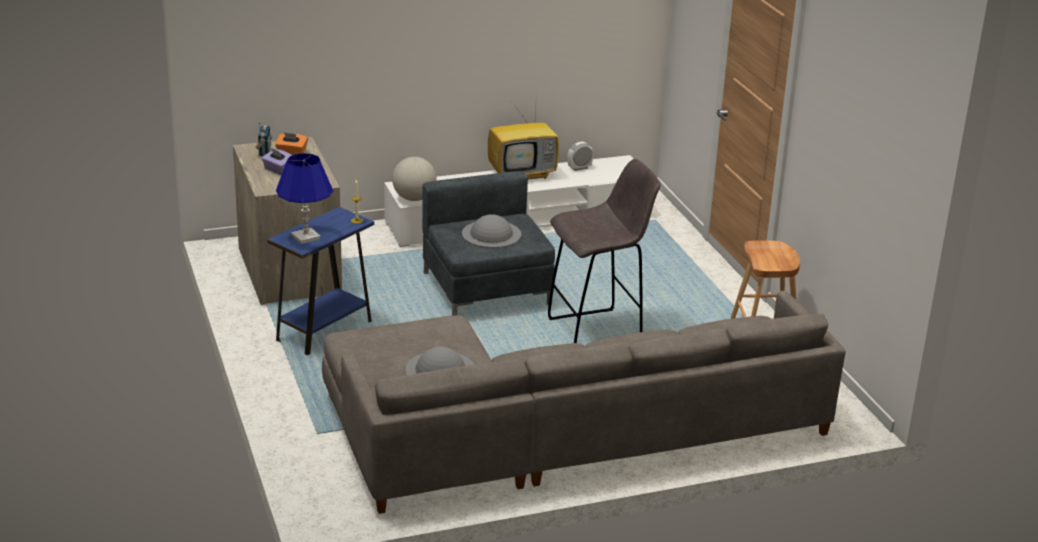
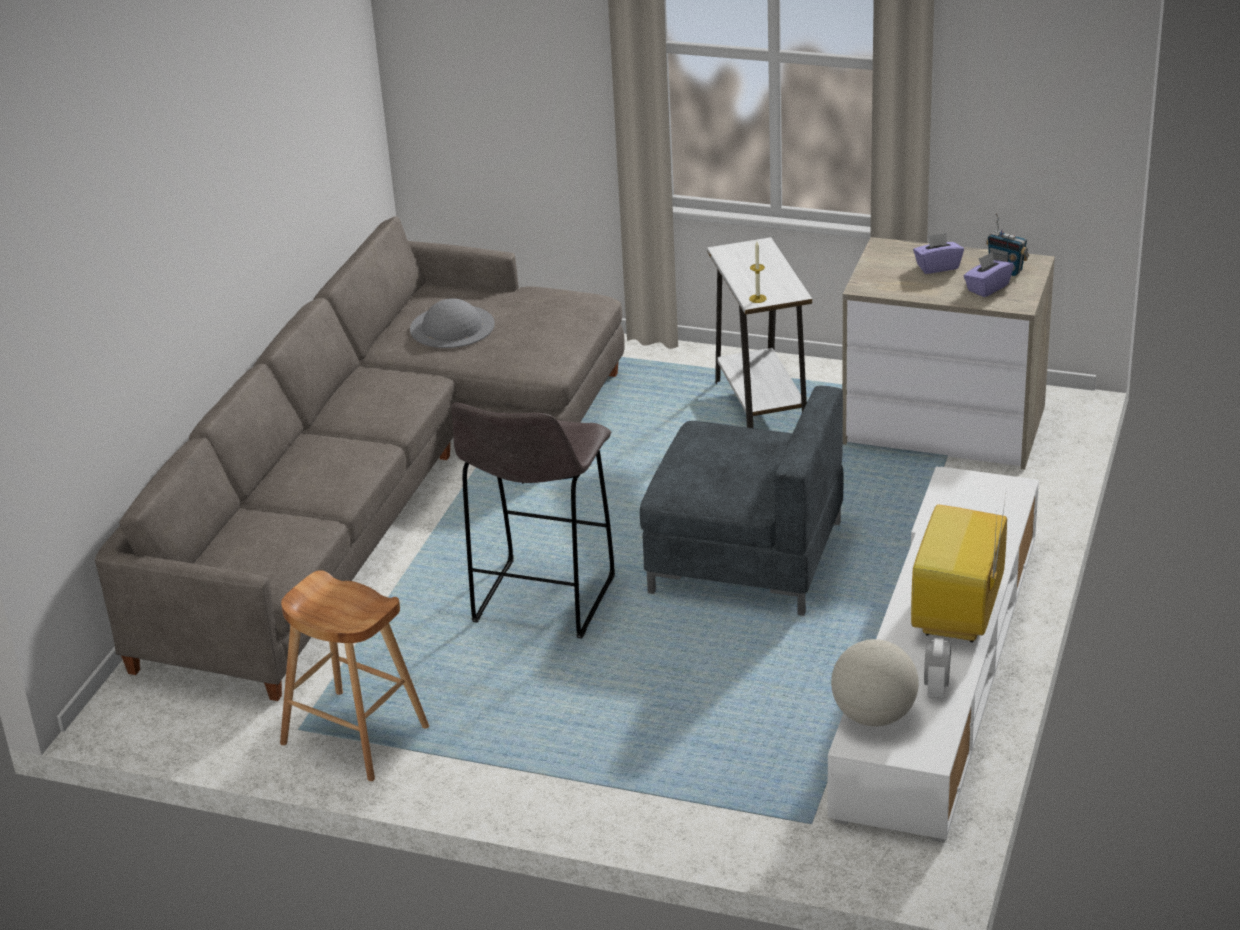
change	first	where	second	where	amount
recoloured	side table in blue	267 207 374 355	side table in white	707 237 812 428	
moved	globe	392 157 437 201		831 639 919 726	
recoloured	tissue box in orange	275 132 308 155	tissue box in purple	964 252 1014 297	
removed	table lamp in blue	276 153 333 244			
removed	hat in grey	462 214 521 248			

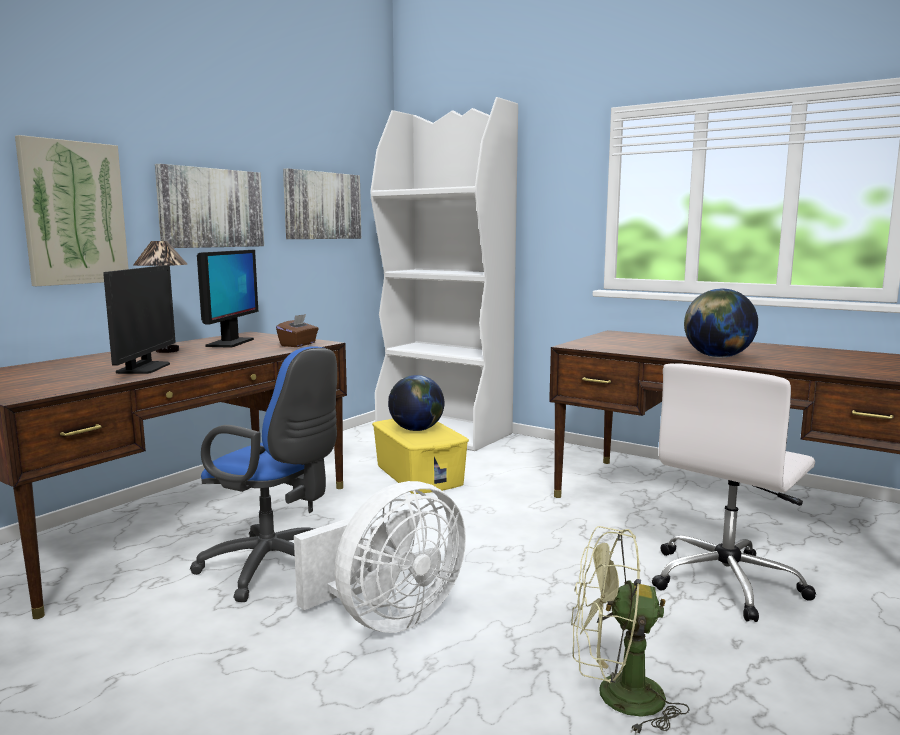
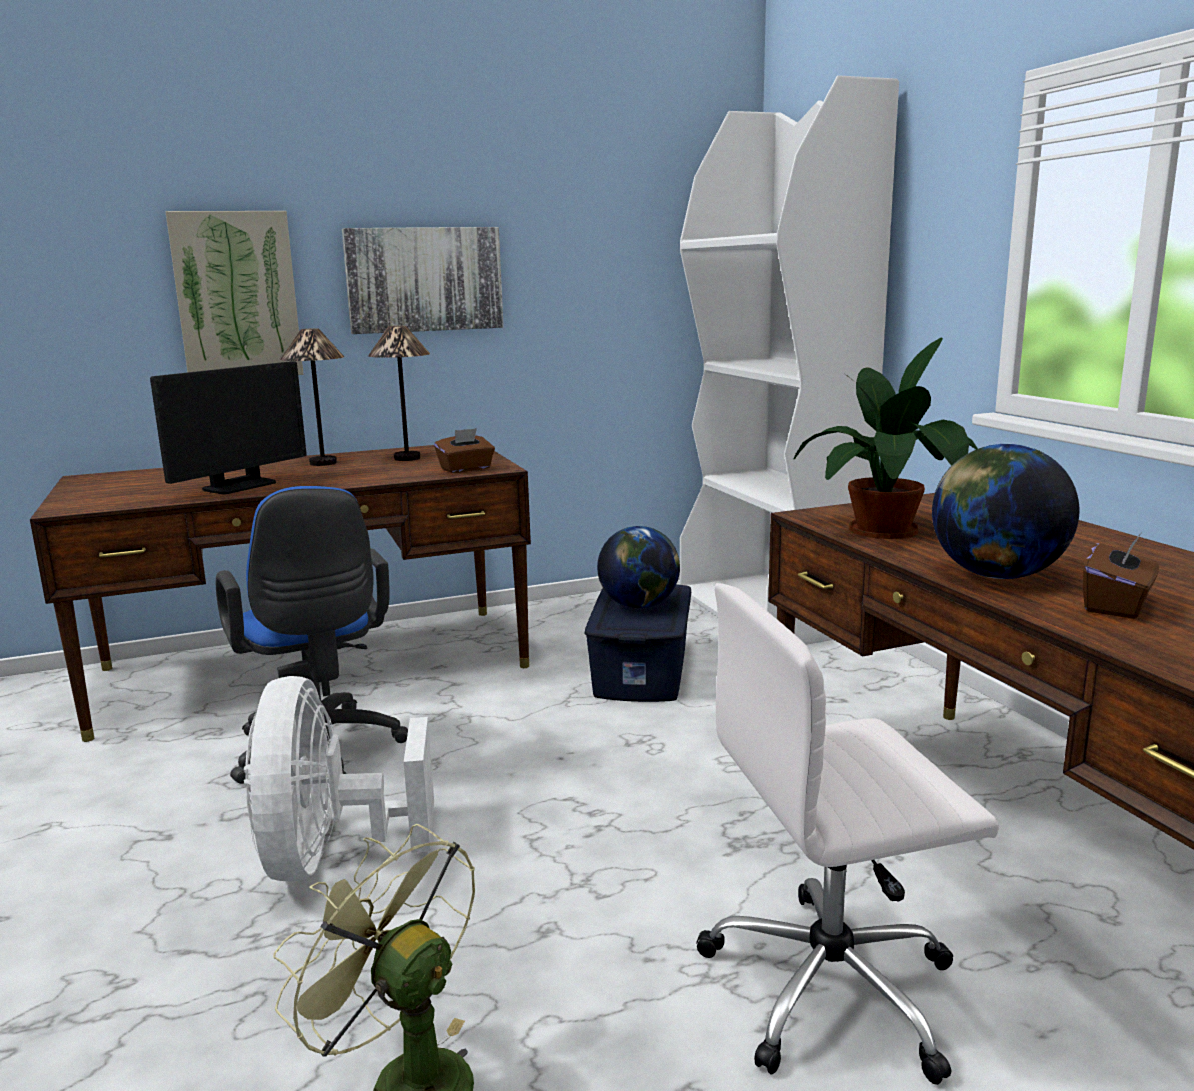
change	first	where	second	where	amount
turned	fan in white	294 481 466 633		244 676 434 882	90 degrees clockwise
replaced	monitor	197 250 258 348	table lamp	368 326 430 461	
recoloured	storage box in yellow	372 418 469 494	storage box in blue	584 584 691 702	
added			potted plant	793 338 978 539	
added			tissue box in brown	1083 534 1159 619	
removed	picture	283 168 361 239			

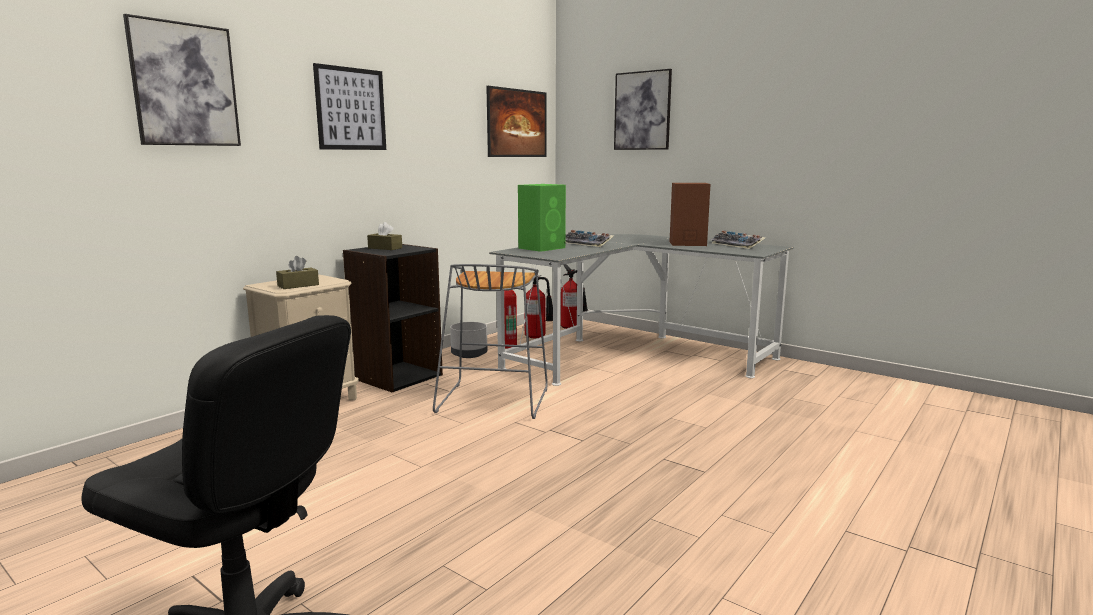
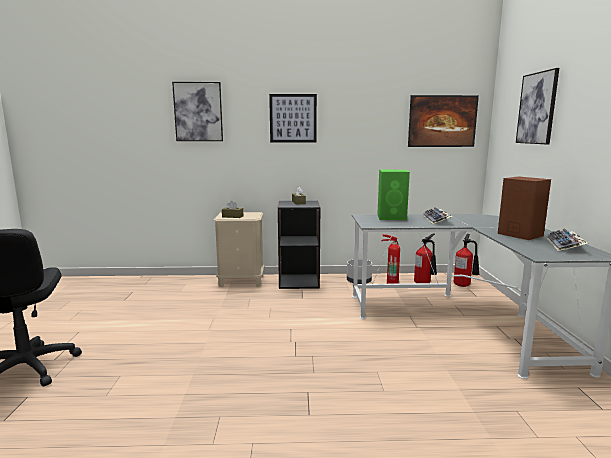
change	first	where	second	where	amount
removed	stool in grey	433 264 548 419			

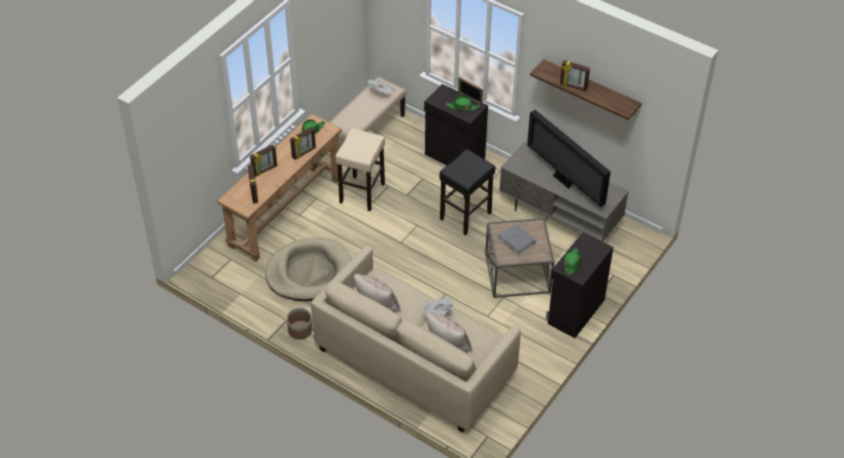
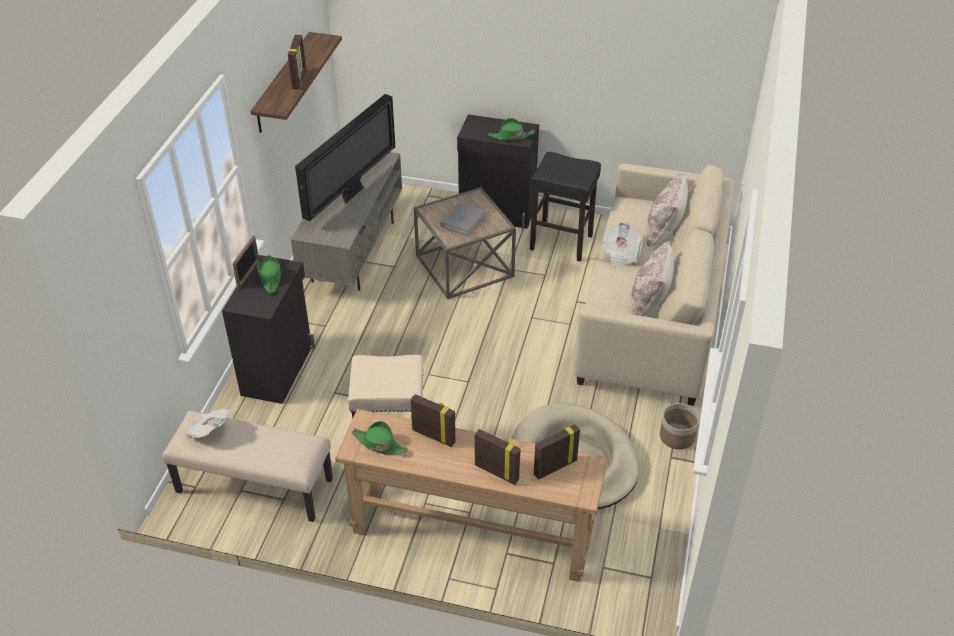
change	first	where	second	where	amount
moved	stool in black	439 149 495 236		530 152 601 262	

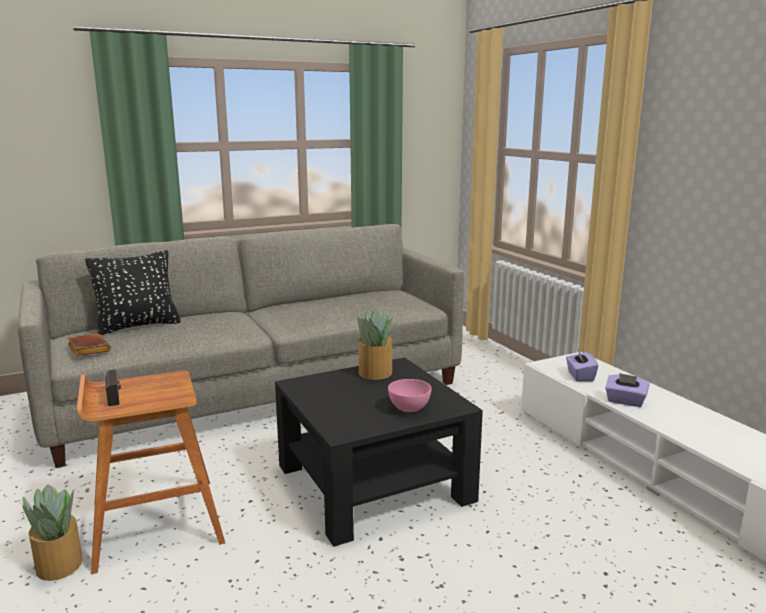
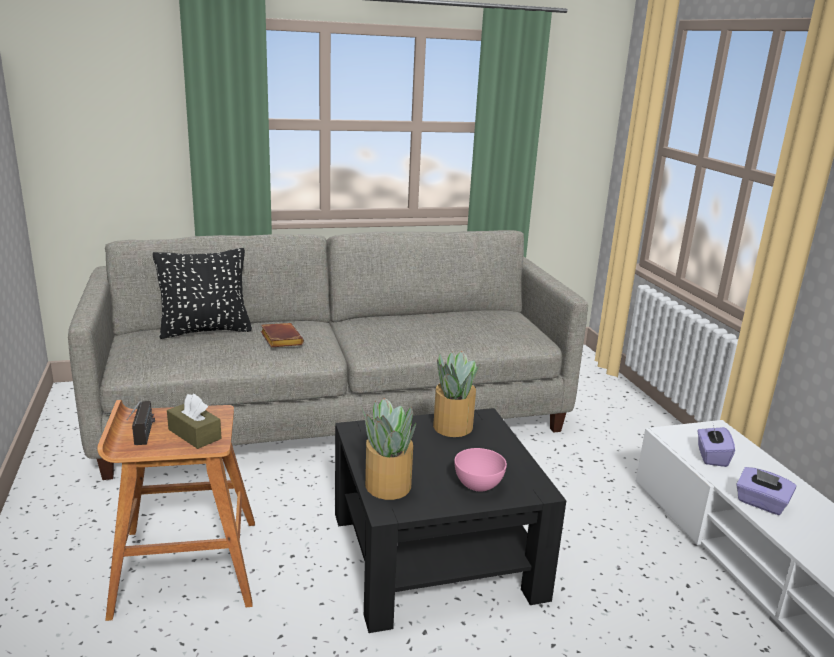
change	first	where	second	where	amount
added			tissue box in brown	167 394 221 449	
moved	book in brown	67 333 111 356		261 323 304 347	
moved	potted plant	22 485 83 581		362 398 416 500	

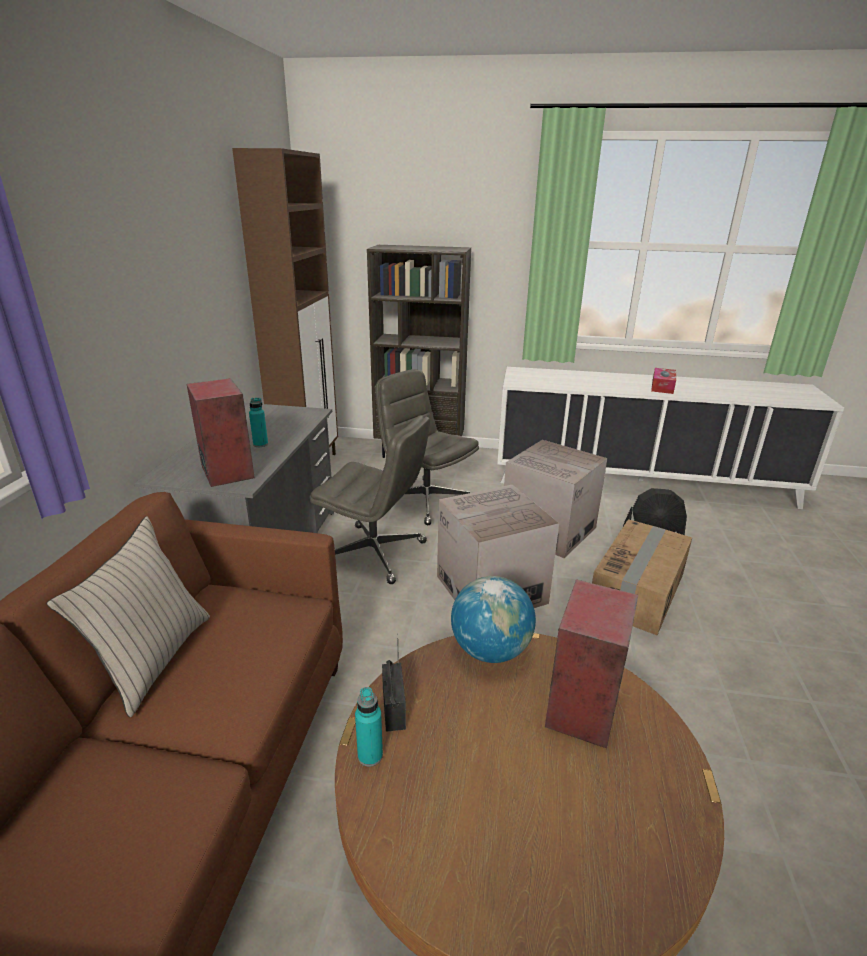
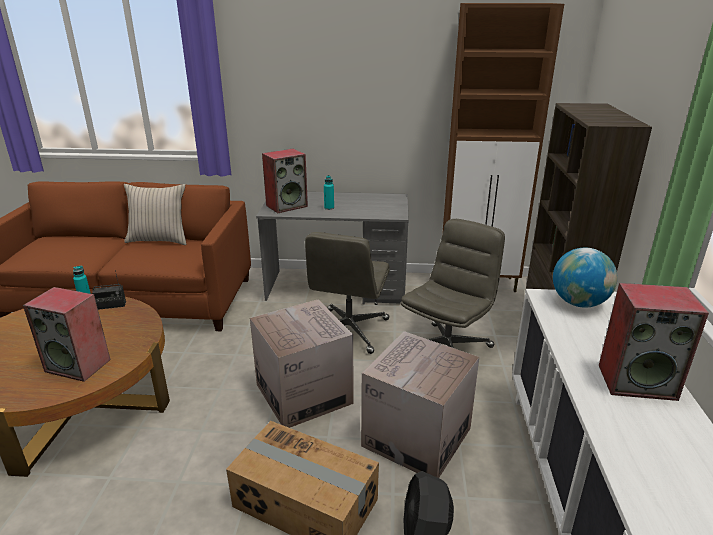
change	first	where	second	where	amount
moved	globe	451 576 536 663		553 248 617 307	
added			speaker	599 283 709 401	
removed	tissue box	651 368 676 394			

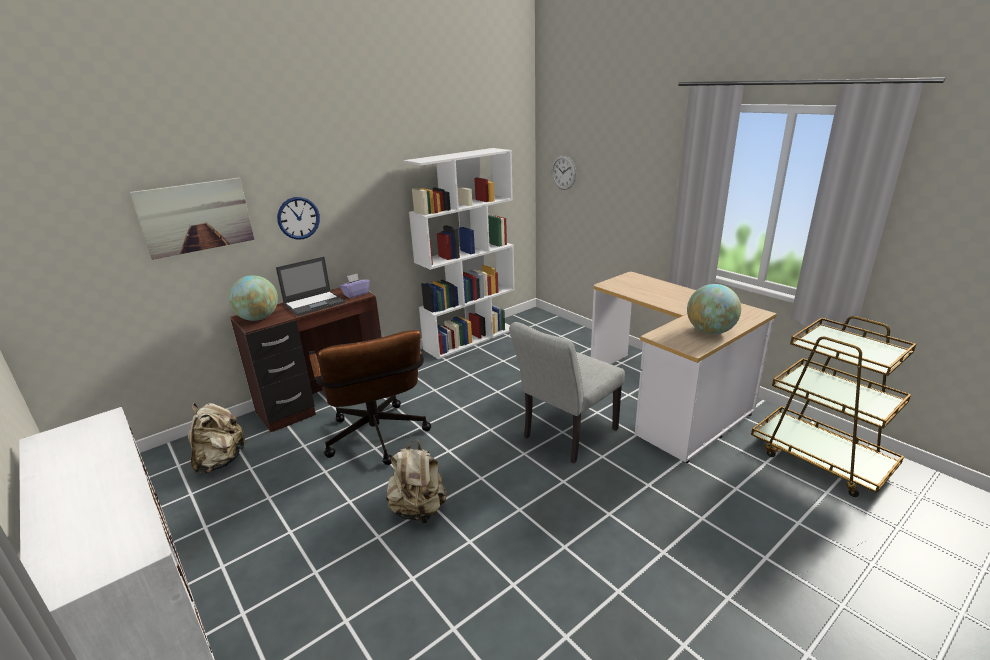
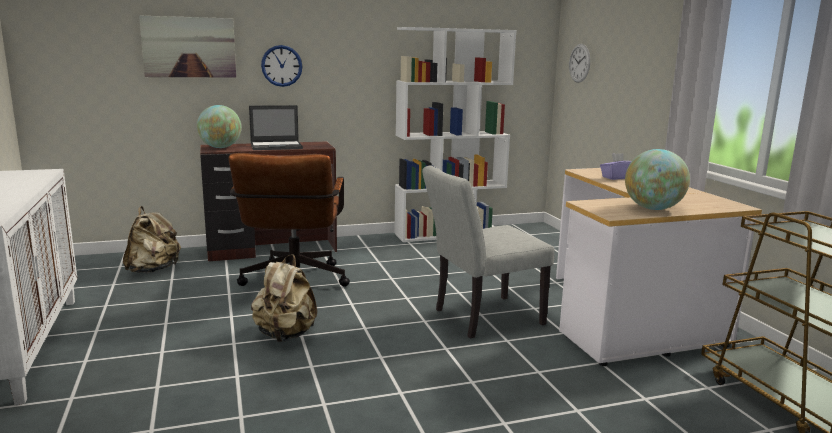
change	first	where	second	where	amount
moved	tissue box in purple	340 274 370 298		600 153 632 180	

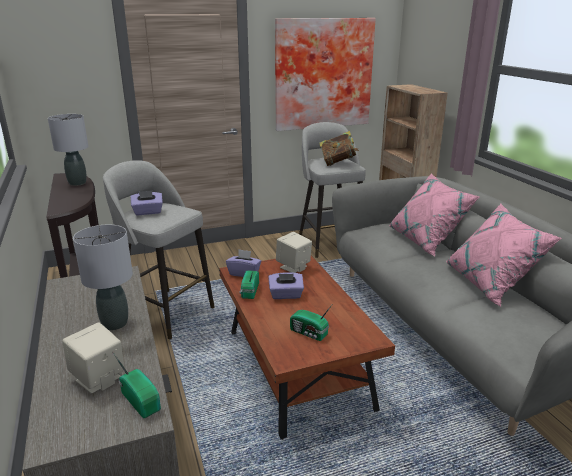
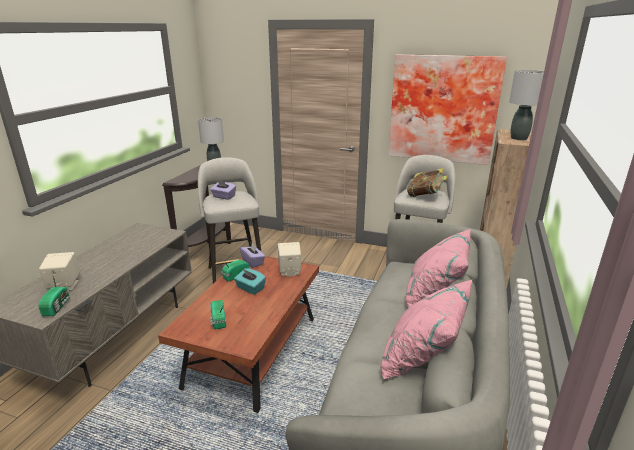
change	first	where	second	where	amount
recoloured	tissue box in purple	268 272 304 299	tissue box in turquoise	234 268 266 295	
moved	table lamp in grey	73 225 133 330		509 70 544 140	

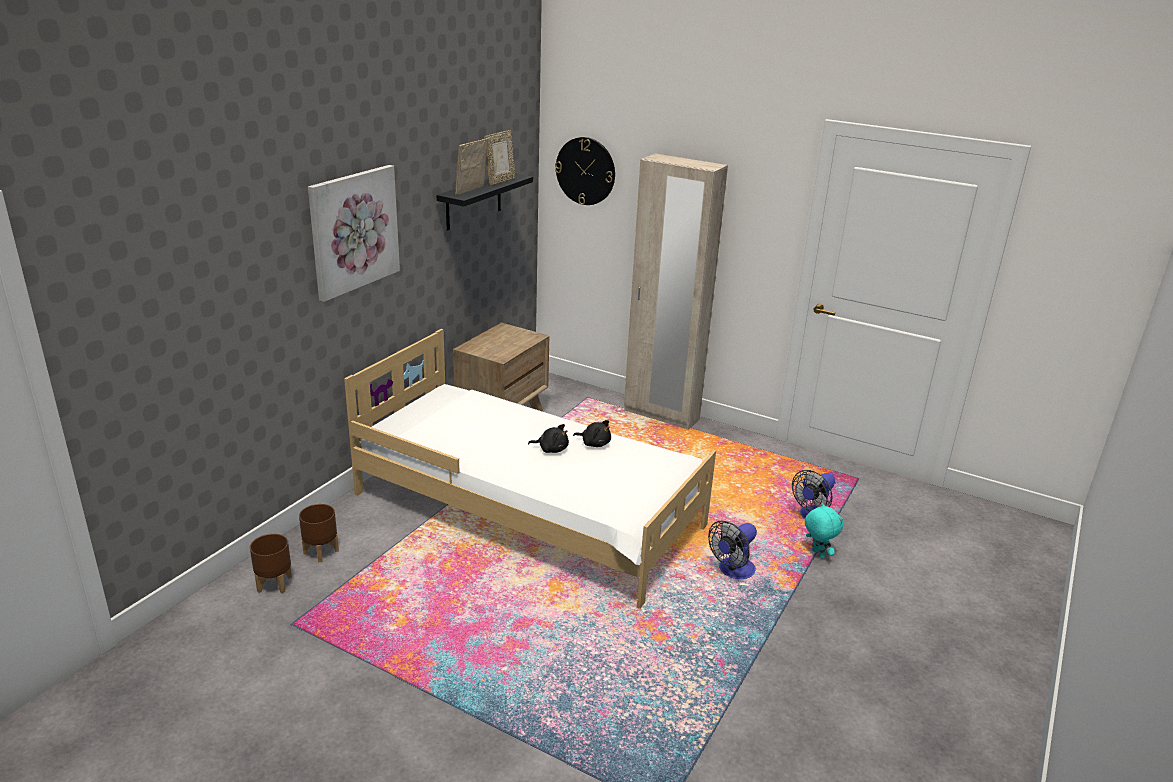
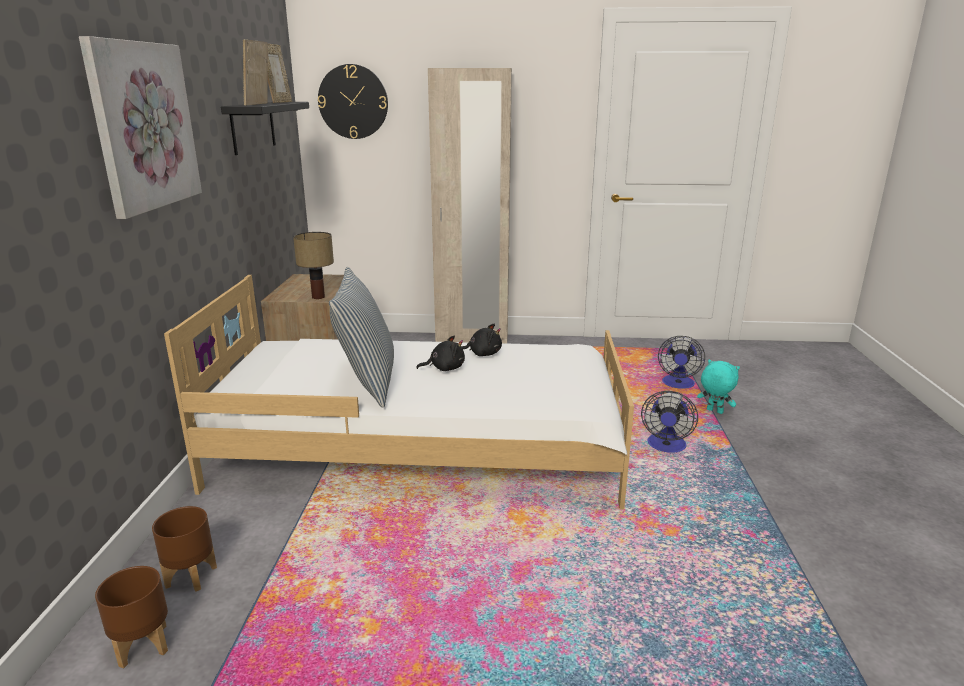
change	first	where	second	where	amount
added			table lamp	293 232 334 299	
added			pillow	329 267 394 408	

